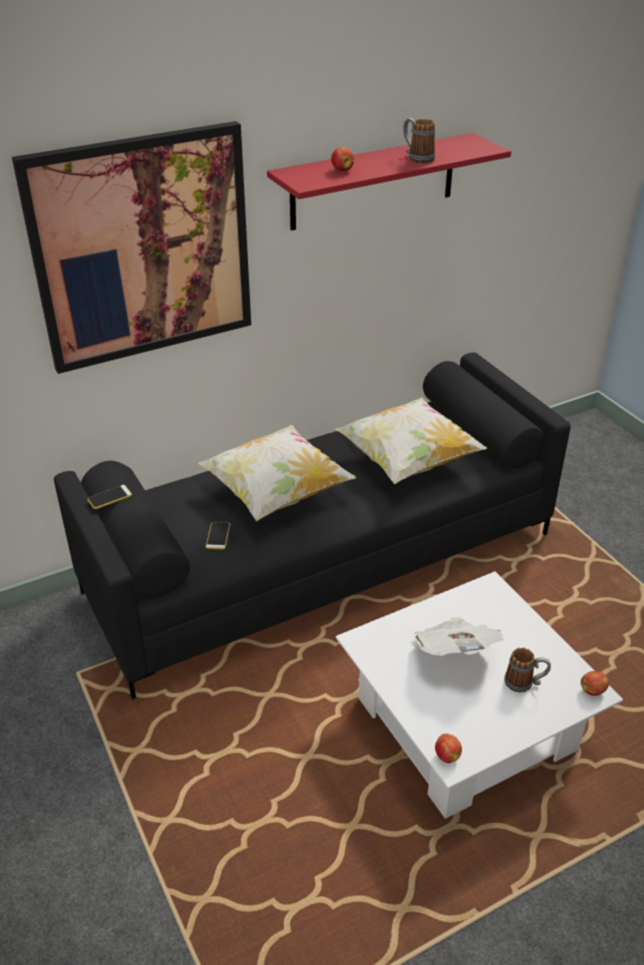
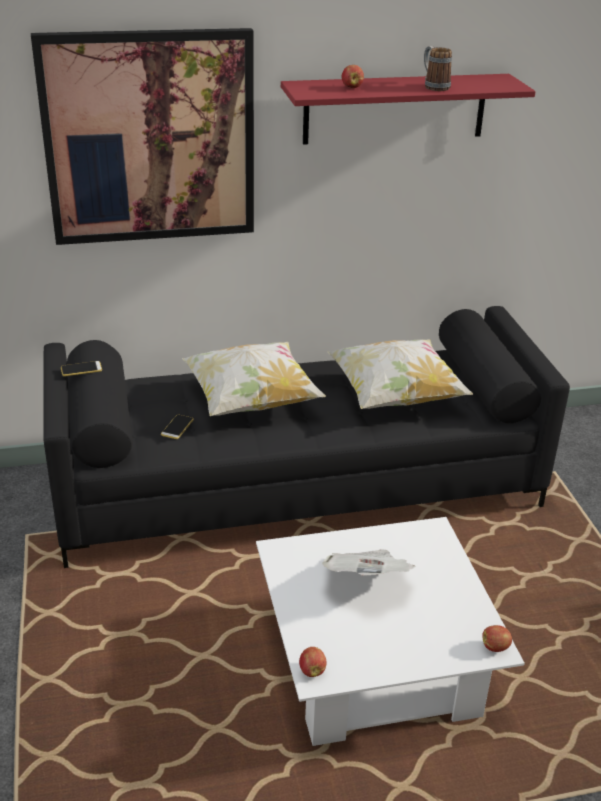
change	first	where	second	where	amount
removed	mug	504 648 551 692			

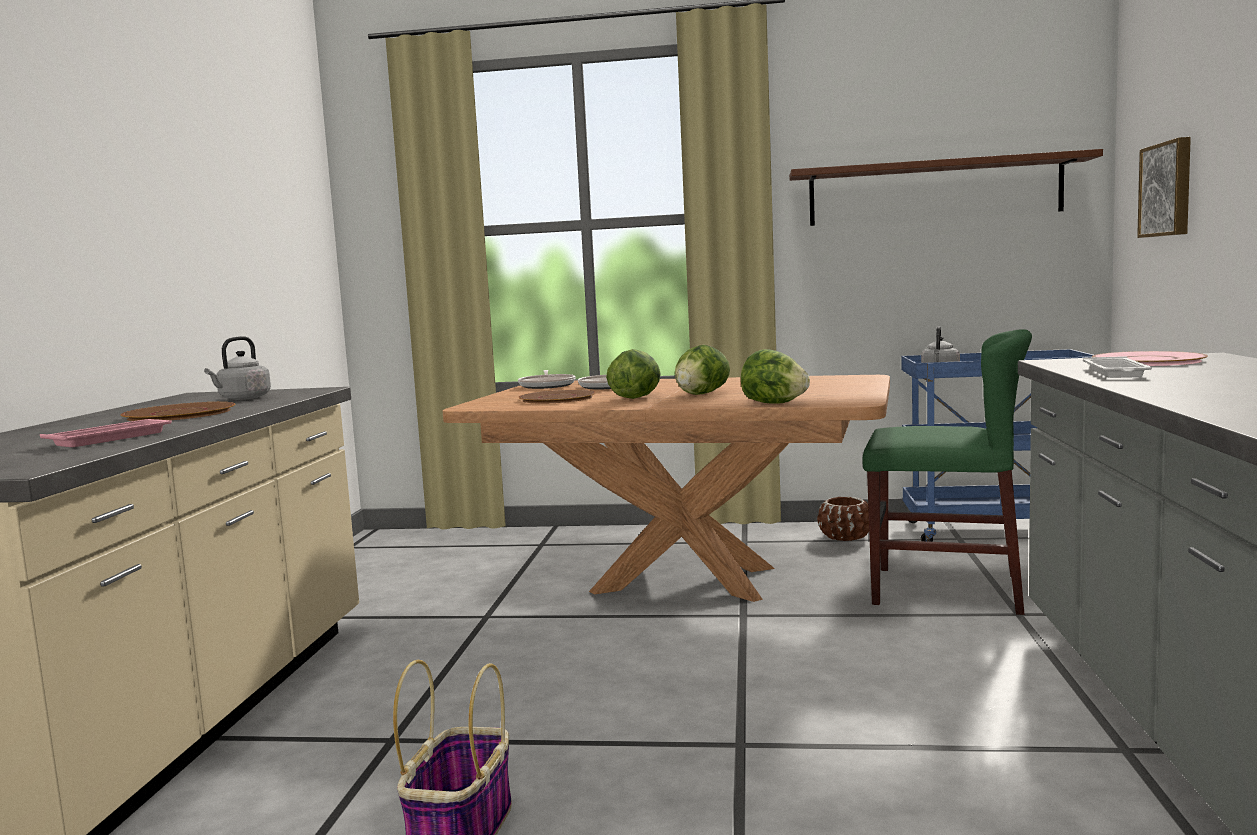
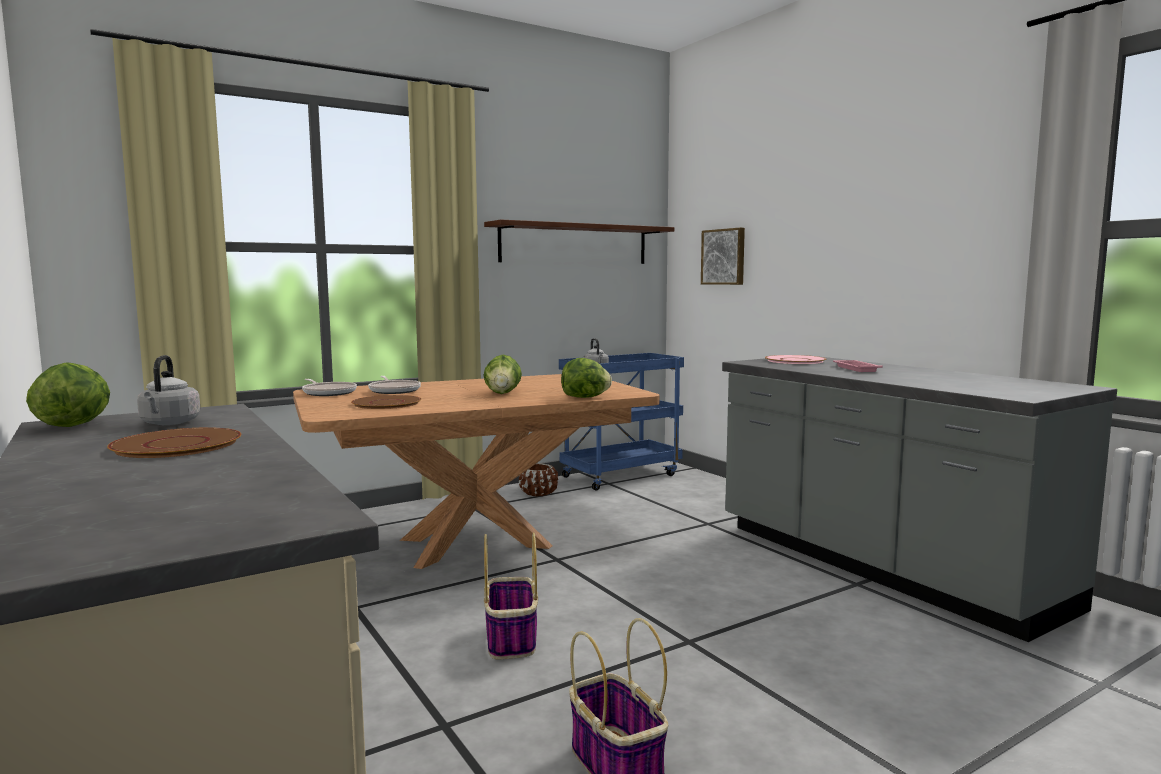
change	first	where	second	where	amount
moved	lettuce	606 349 661 399		26 362 110 427	
added			basket	484 532 538 659	
moved	tray in pink	40 419 172 447		833 360 883 372	
removed	chair in green	862 329 1032 615			
removed	tray in white	1083 356 1152 378			

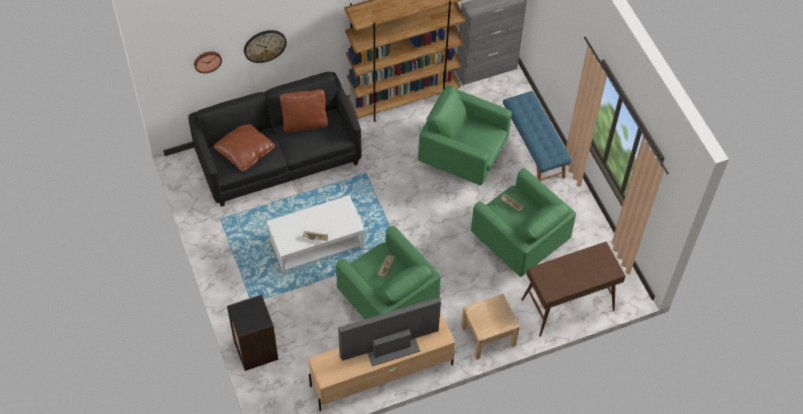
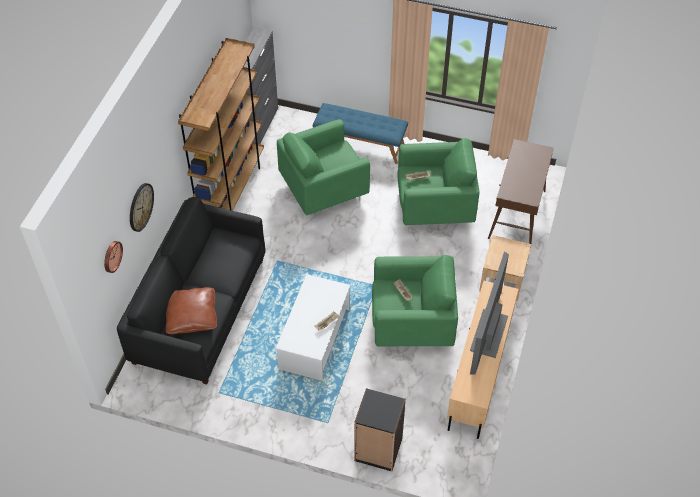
change	first	where	second	where	amount
removed	pillow in brown	279 89 328 132			

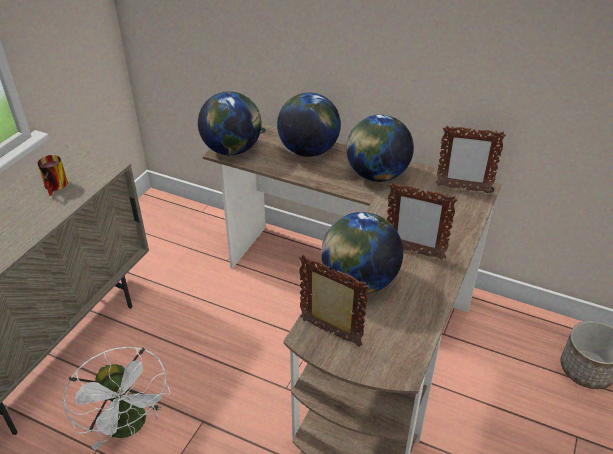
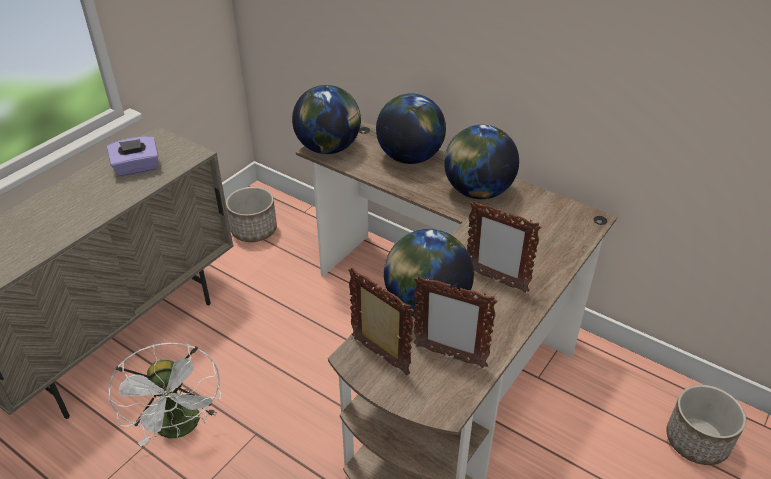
change	first	where	second	where	amount
replaced	mug	37 155 68 196	tissue box in purple	107 136 158 177	
added			planter	226 187 277 242	
moved	picture frame	436 126 506 193		414 276 498 368	

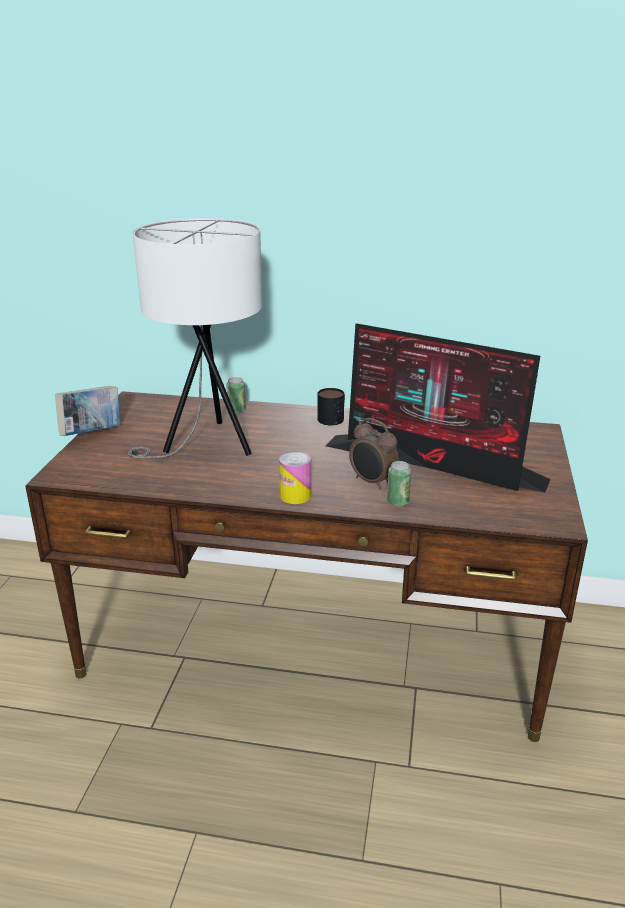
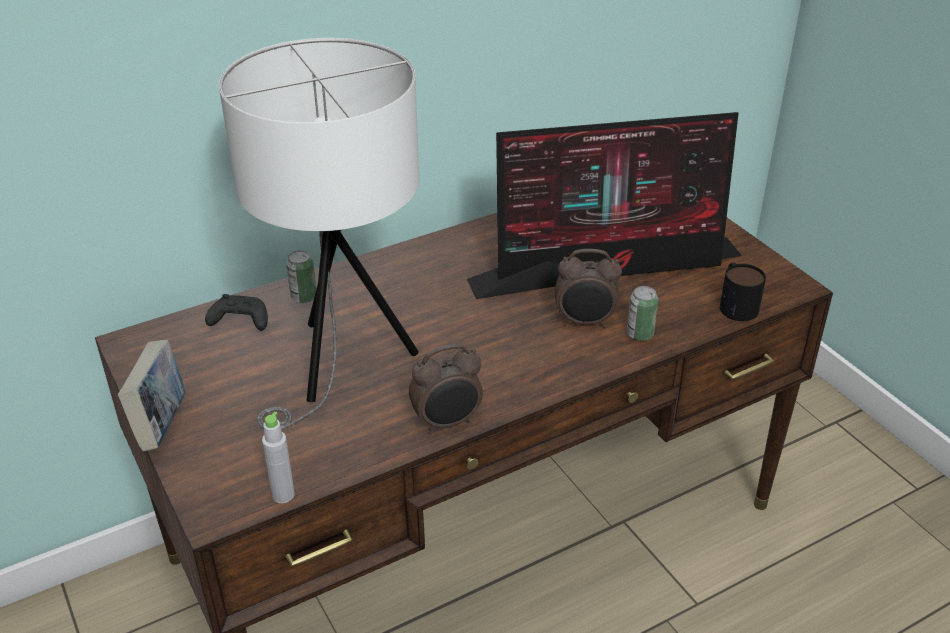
change	first	where	second	where	amount
added			game controller in black	205 294 268 331	
added			bottle in grey	262 412 295 503	
added			alarm clock	409 344 483 434	
moved	mug	317 388 345 425		720 263 766 321	
removed	can	279 451 311 504			

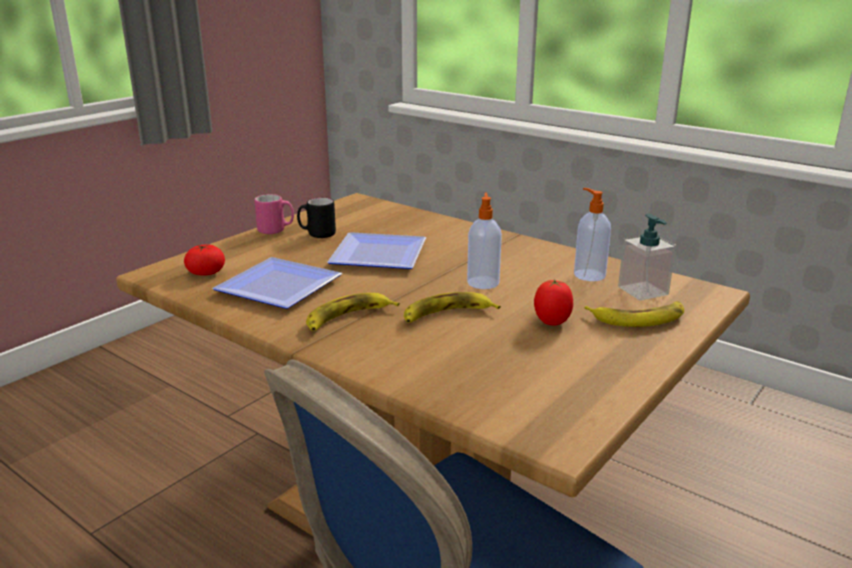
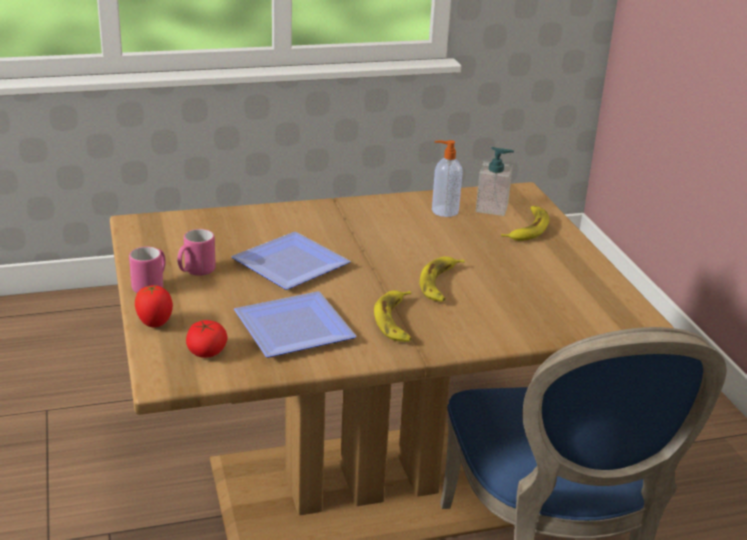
change	first	where	second	where	amount
moved	tomato	534 279 573 326		135 284 173 328	
recoloured	mug in black	297 198 336 238	mug in pink	177 229 216 276	
removed	soap dispenser	467 193 502 289			

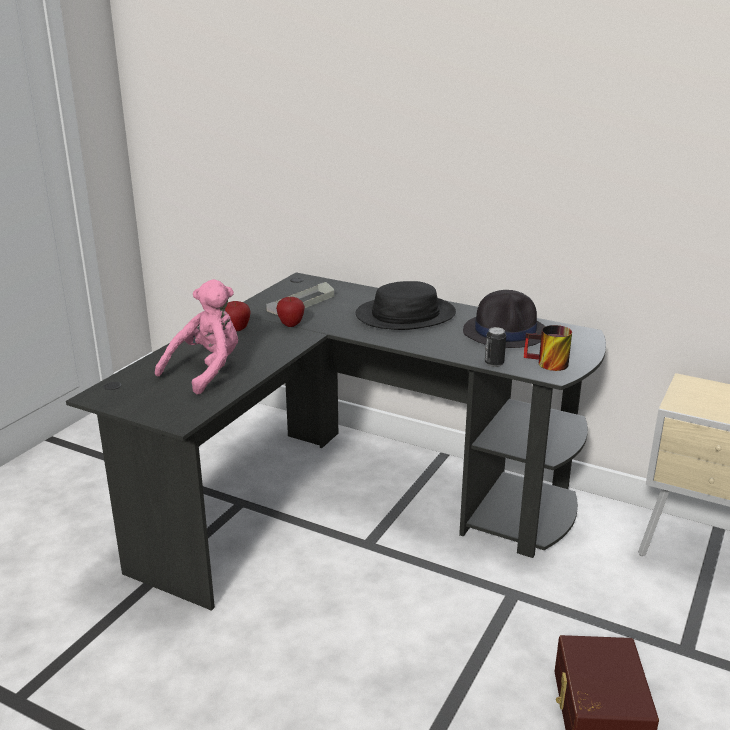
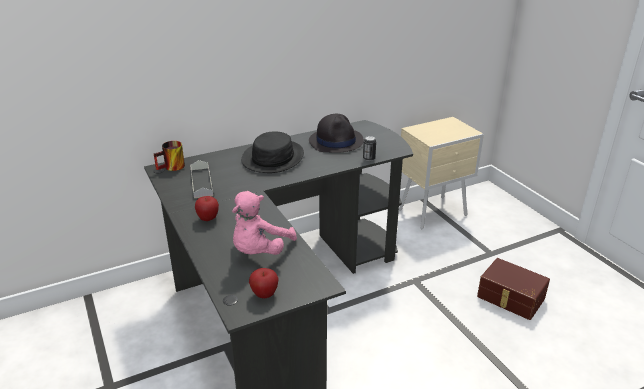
change	first	where	second	where	amount
moved	mug	523 325 572 371		154 141 185 171	
turned	plush toy in pink	155 279 238 395		232 191 297 255	135 degrees counterclockwise
moved	apple	276 297 305 327		249 268 278 298	

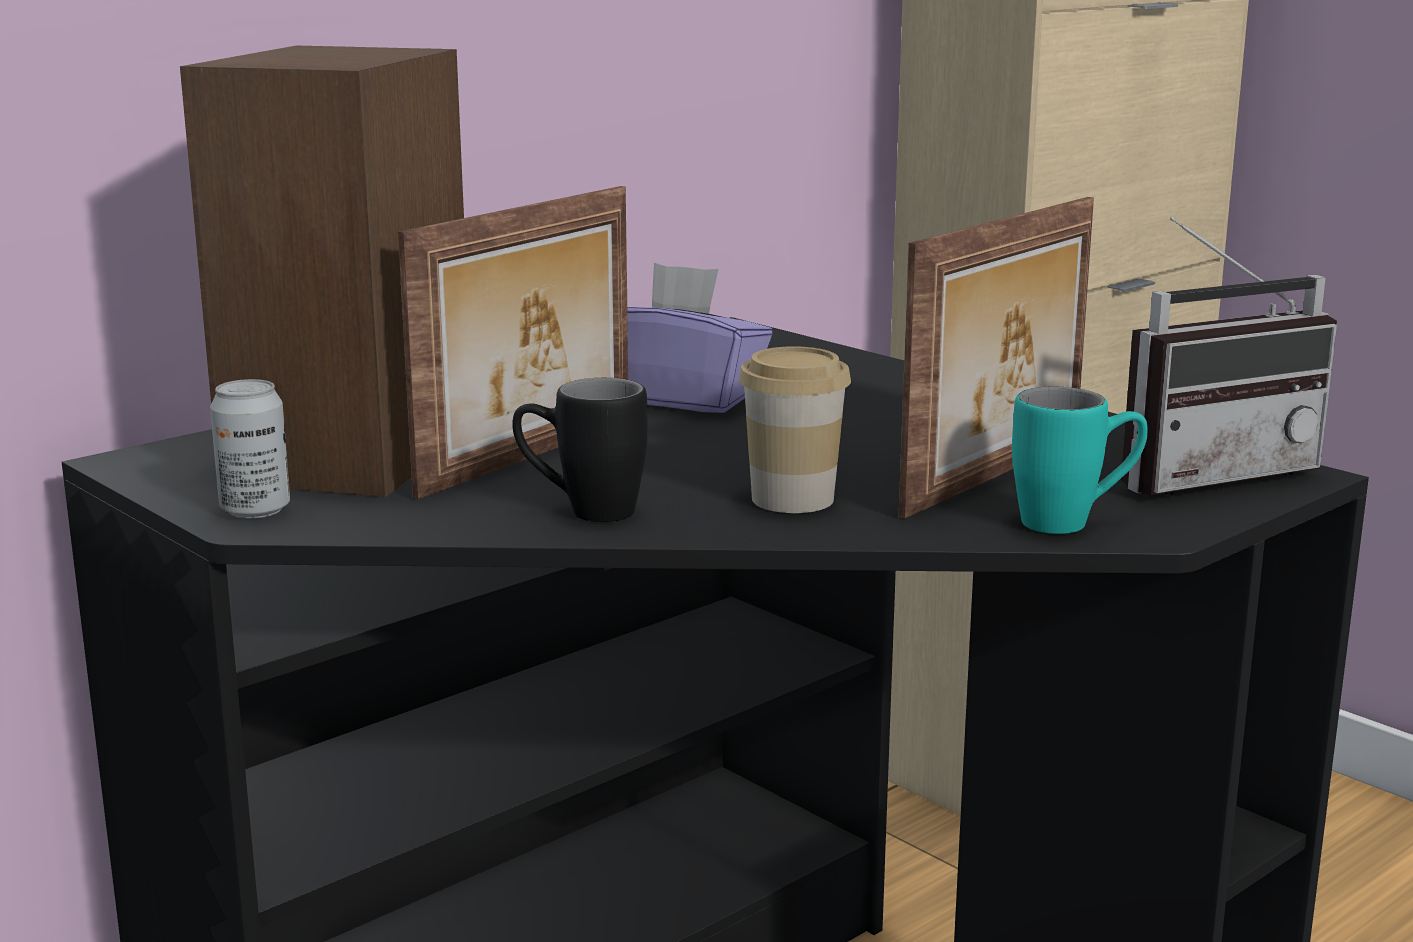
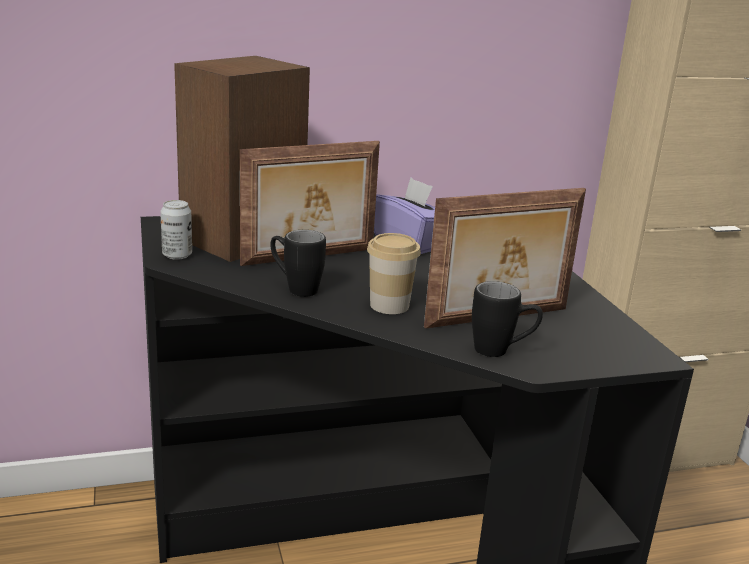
change	first	where	second	where	amount
recoloured	mug in turquoise	1012 387 1148 534	mug in black	472 281 543 357	
removed	radio	1121 217 1337 495			

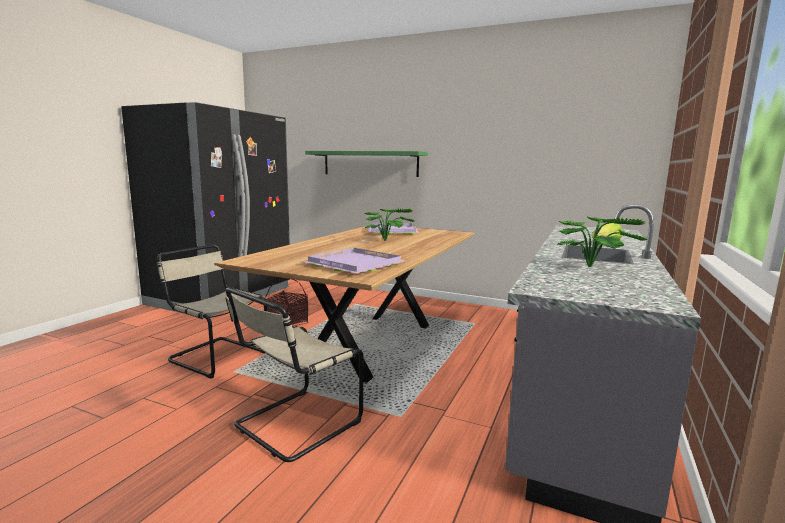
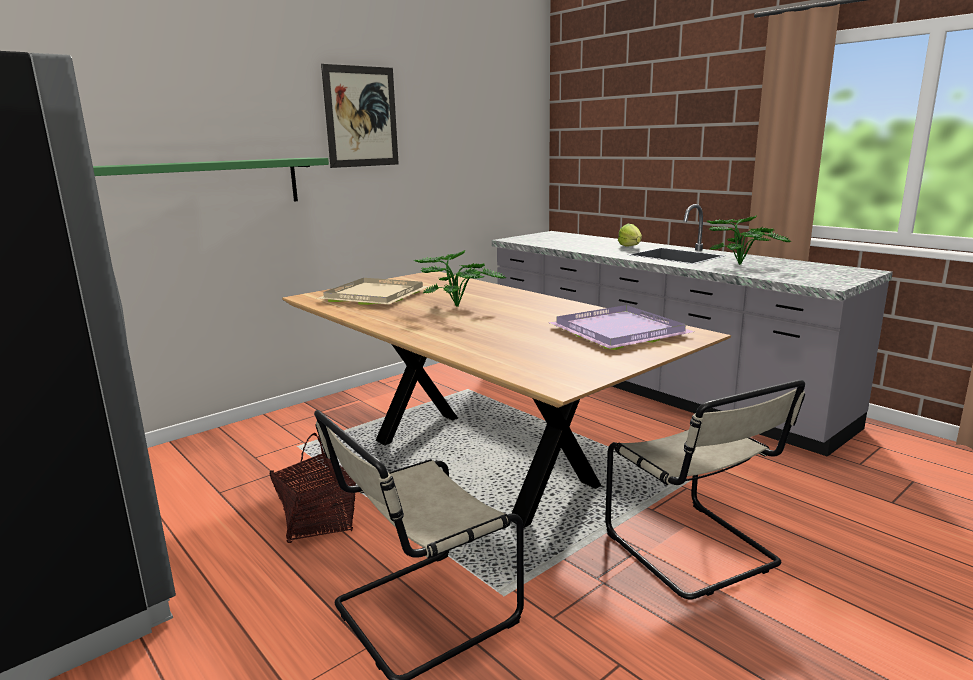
change	first	where	second	where	amount
recoloured	tray in purple	368 223 419 235	tray in beige	318 278 429 305	
added			picture	321 64 399 168	

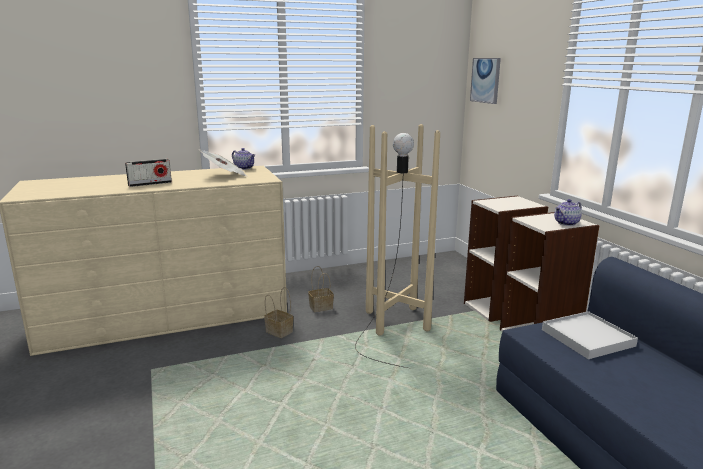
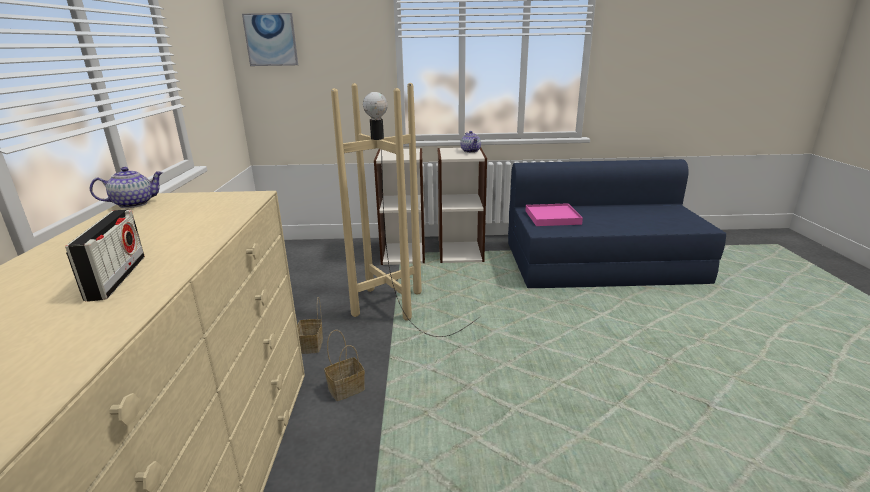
change	first	where	second	where	amount
recoloured	tray in white	542 311 638 359	tray in pink	525 203 583 226	
removed	newspaper	199 150 247 176			

